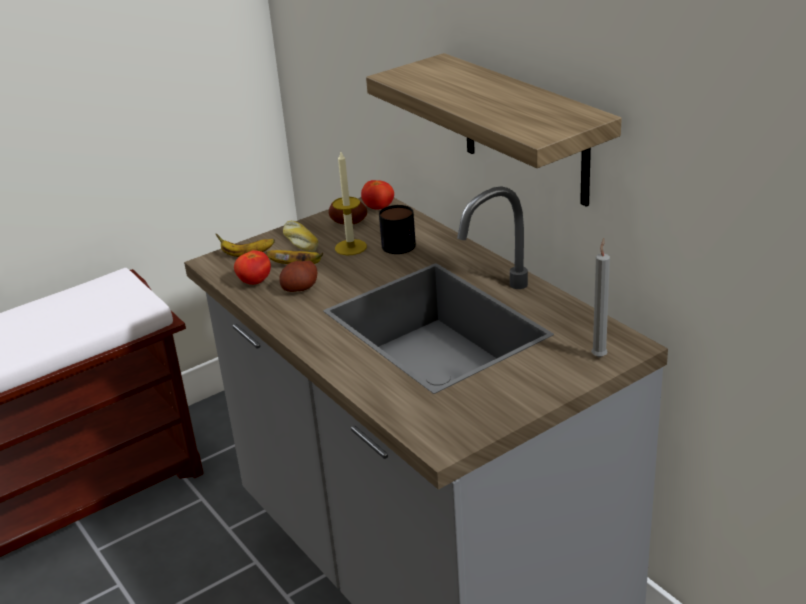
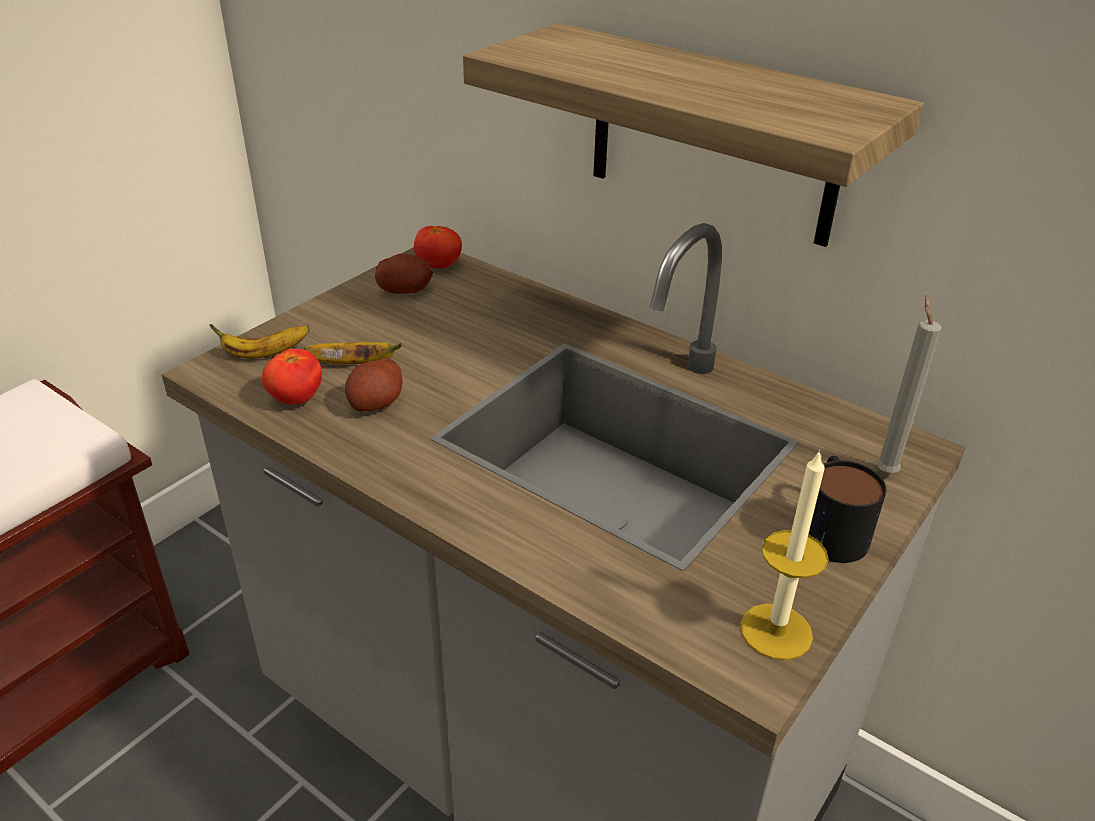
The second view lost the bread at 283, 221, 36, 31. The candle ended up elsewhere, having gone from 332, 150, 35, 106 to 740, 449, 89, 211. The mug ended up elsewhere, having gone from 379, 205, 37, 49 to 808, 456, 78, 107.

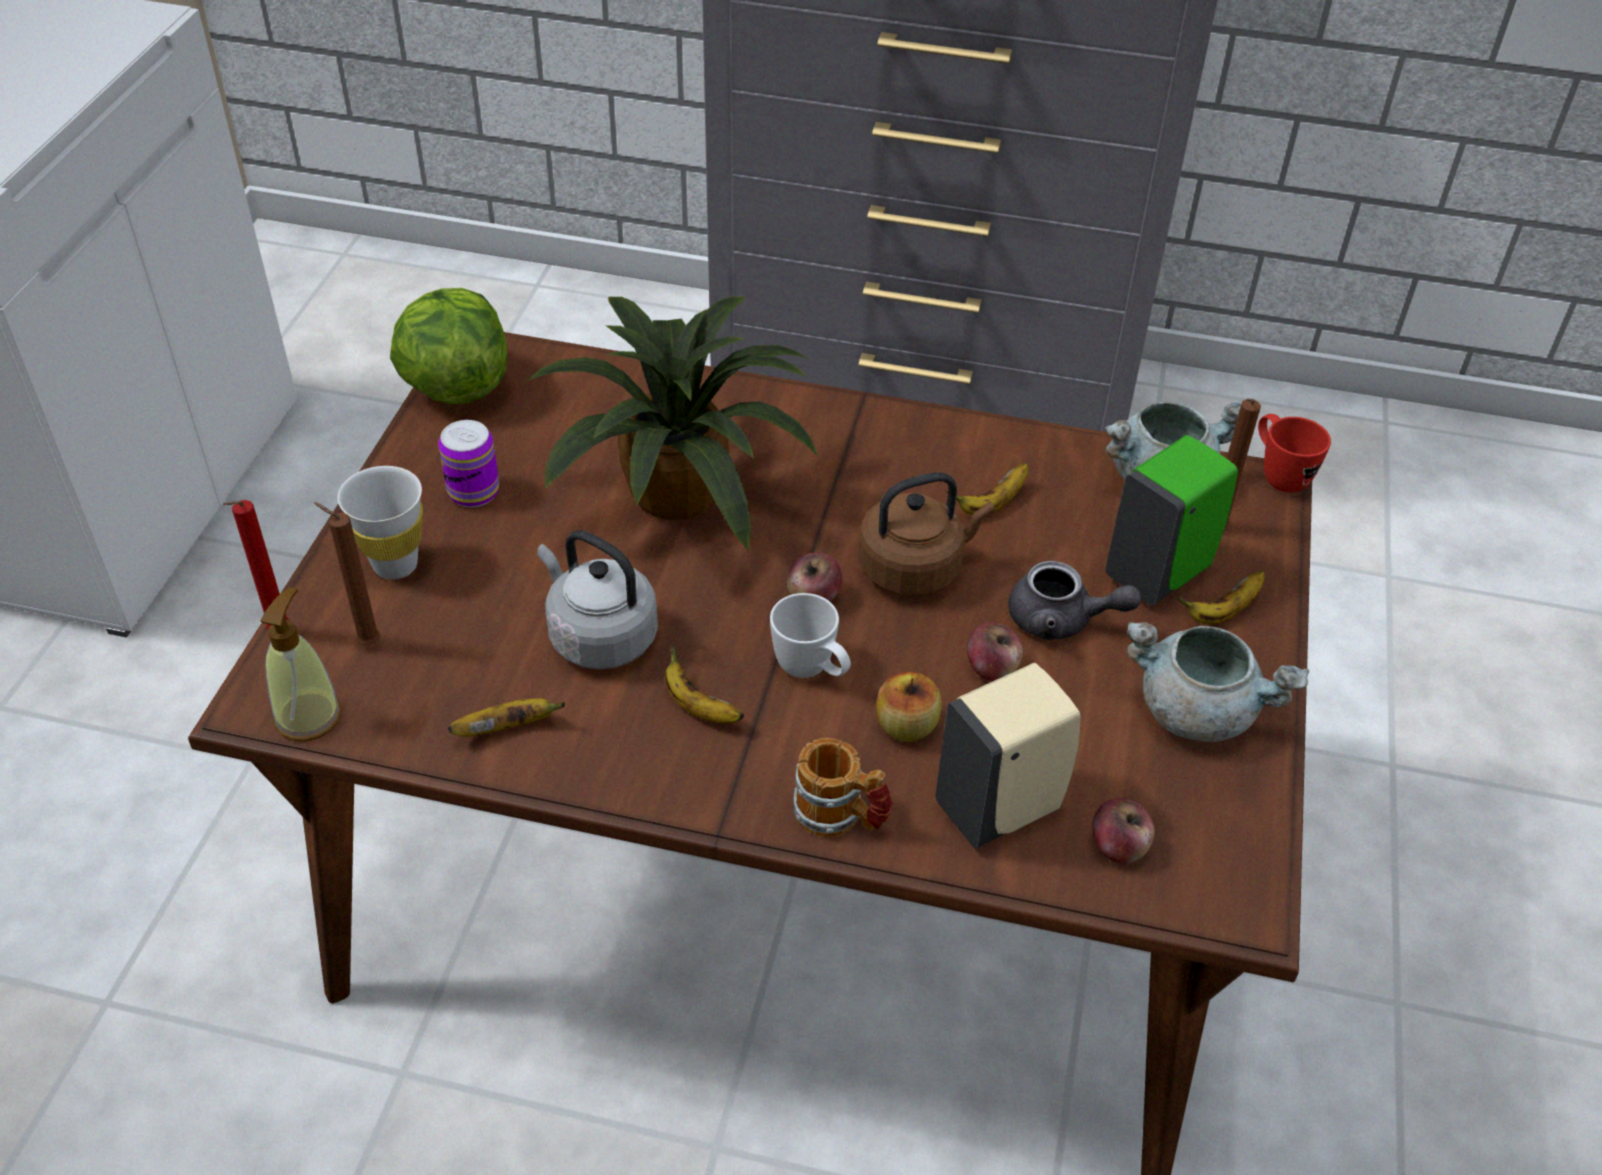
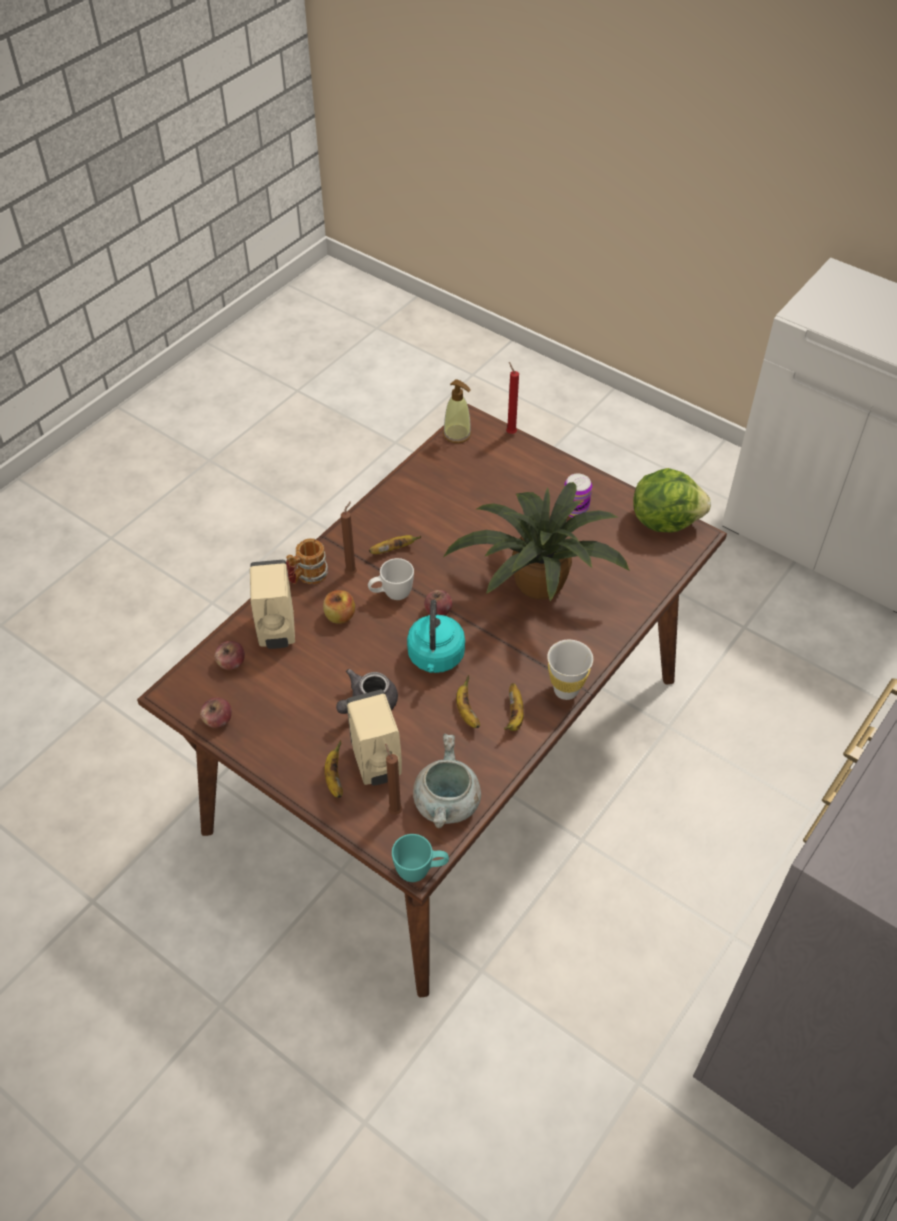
The second view lost the grey kettle at 537, 530, 121, 139. The second view lost the grey cooking pot at 1127, 622, 182, 120. The brown candle ended up elsewhere, having gone from 314, 502, 66, 144 to 341, 501, 16, 74. The white cup ended up elsewhere, having gone from 338, 466, 85, 114 to 547, 640, 46, 60. The banana ended up elsewhere, having gone from 448, 698, 118, 39 to 504, 683, 20, 48. The apple ended up elsewhere, having gone from 967, 622, 56, 59 to 200, 697, 32, 31. What was the brown kettle at 858, 472, 137, 125 turned into the turquoise kettle at 407, 599, 58, 74. What was the green soap dispenser at 1106, 435, 132, 171 turned into the beige soap dispenser at 346, 690, 56, 96. What was the red mug at 1258, 414, 73, 79 turned into the turquoise mug at 392, 834, 57, 48.

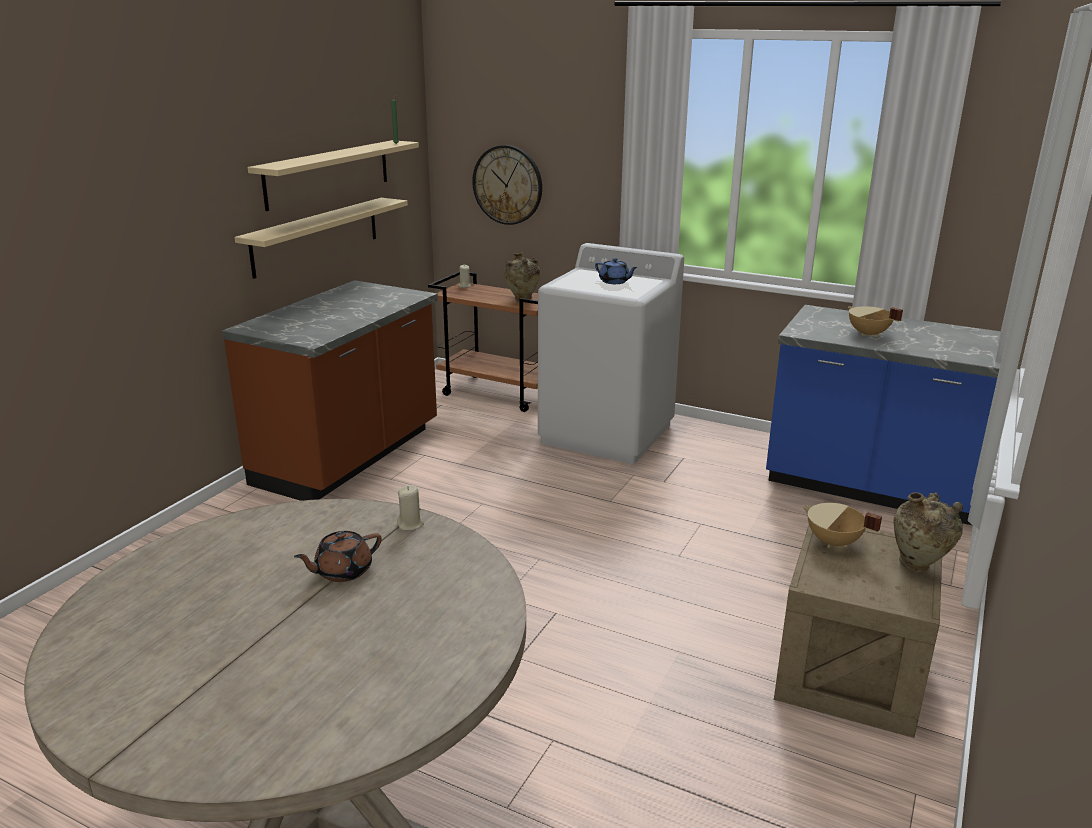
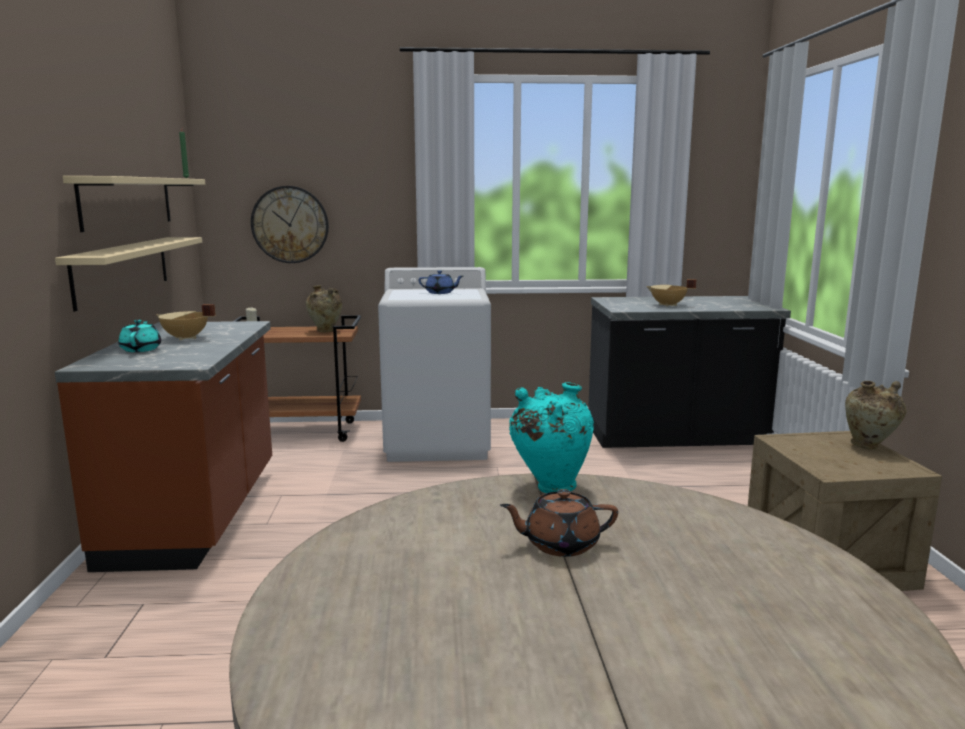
The second view gained the turquoise teapot at 118, 320, 43, 32. The beige cooking pot ended up elsewhere, having gone from 803, 503, 79, 45 to 157, 304, 59, 36. Where the beige candle stood at 397, 485, 27, 46, the turquoise vase came to stand at 509, 382, 85, 111. What was the blue counter at 766, 305, 235, 221 turned into the black counter at 588, 296, 203, 152. The brown teapot at 294, 531, 88, 51 ended up facing another way, 60 degrees clockwise from before.

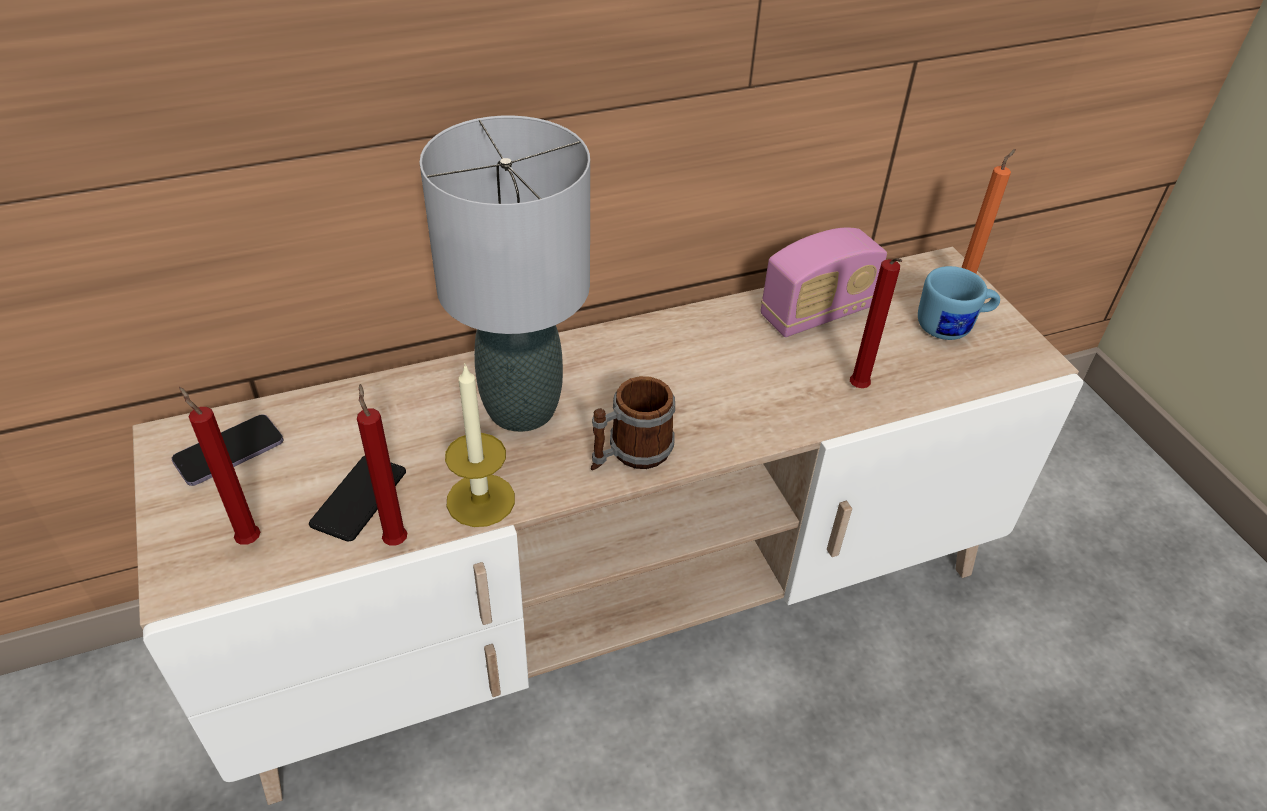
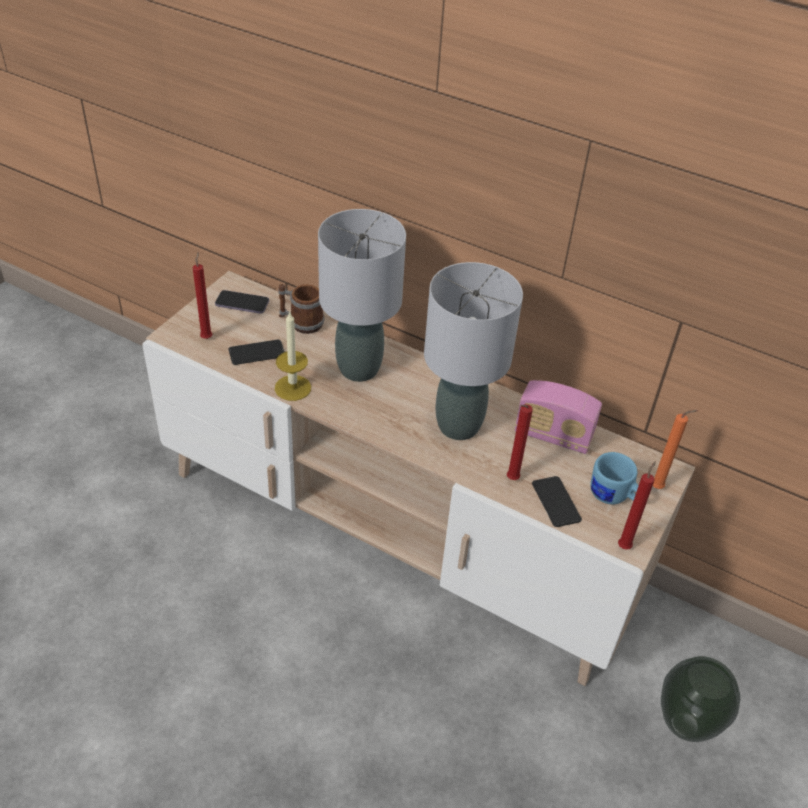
The second view gained the grey table lamp at 424, 262, 99, 178. The second view gained the phone at 532, 476, 50, 51. The second view gained the vase at 661, 656, 79, 86. The red candle ended up elsewhere, having gone from 357, 384, 50, 162 to 618, 461, 38, 89. The mug ended up elsewhere, having gone from 591, 376, 84, 94 to 278, 284, 46, 50.

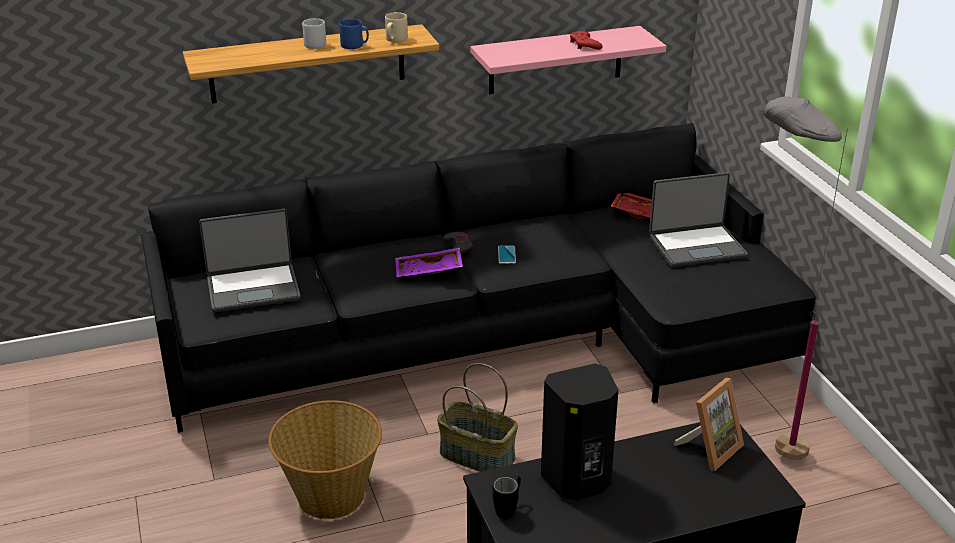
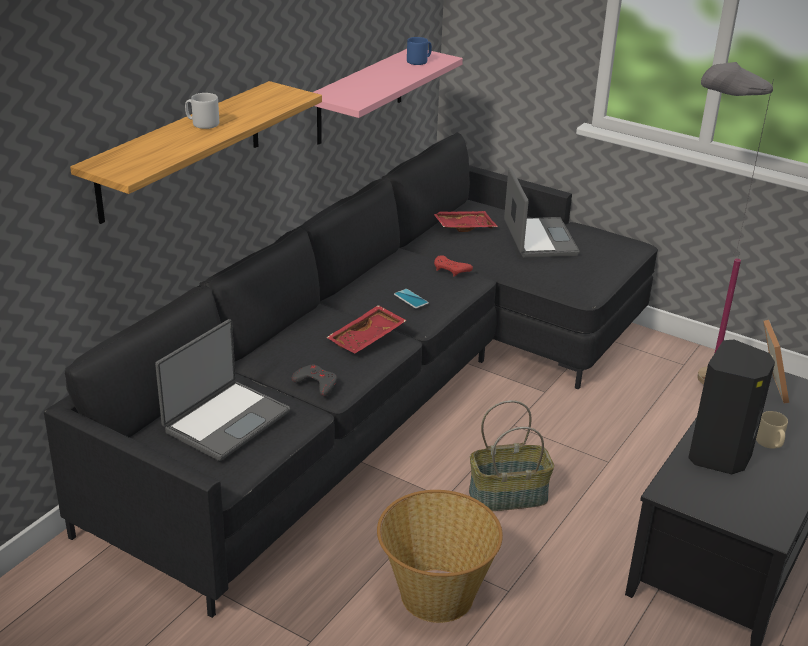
The second view lost the black mug at 492, 476, 29, 43. The blue mug ended up elsewhere, having gone from 339, 19, 30, 30 to 407, 37, 25, 28. The beige mug ended up elsewhere, having gone from 385, 12, 23, 30 to 756, 411, 32, 38. The grey game controller ended up elsewhere, having gone from 443, 232, 30, 22 to 291, 364, 46, 32. The red game controller ended up elsewhere, having gone from 570, 31, 33, 19 to 434, 255, 39, 21. What was the purple tray at 395, 247, 68, 30 turned into the red tray at 326, 305, 81, 49. The laptop at 649, 172, 99, 95 ended up facing another way, 45 degrees counterclockwise from before.

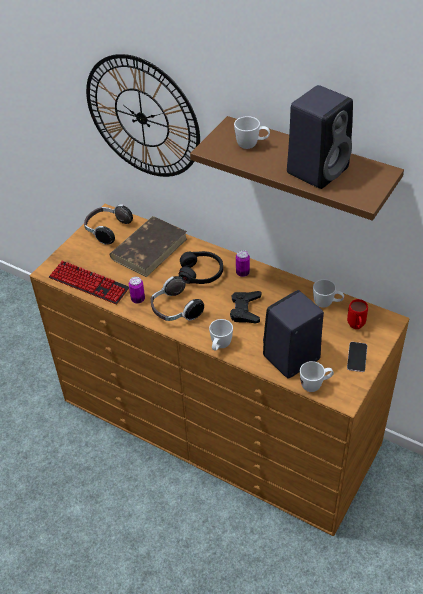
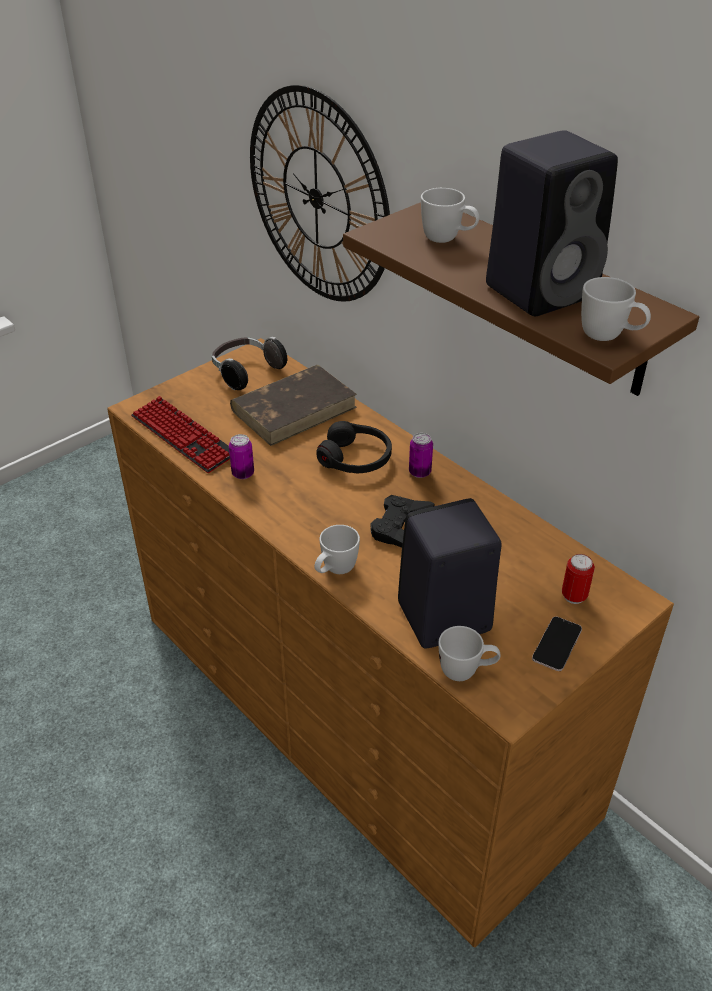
The second view lost the headphones at 151, 276, 53, 45. The white mug ended up elsewhere, having gone from 313, 279, 31, 29 to 581, 277, 70, 64. Where the red mug stood at 347, 299, 21, 30, the can came to stand at 562, 554, 33, 50.

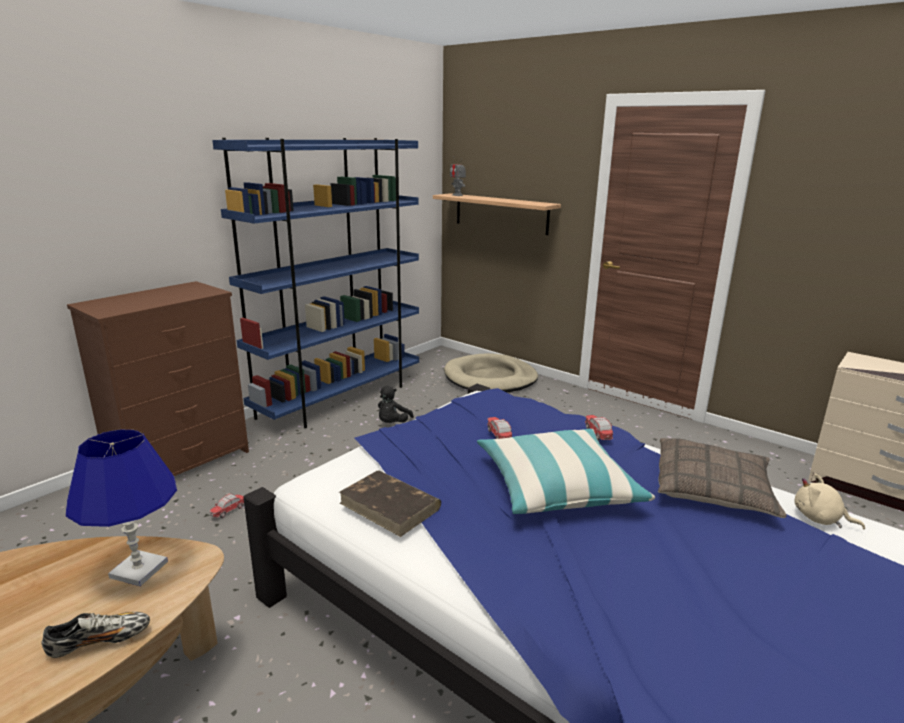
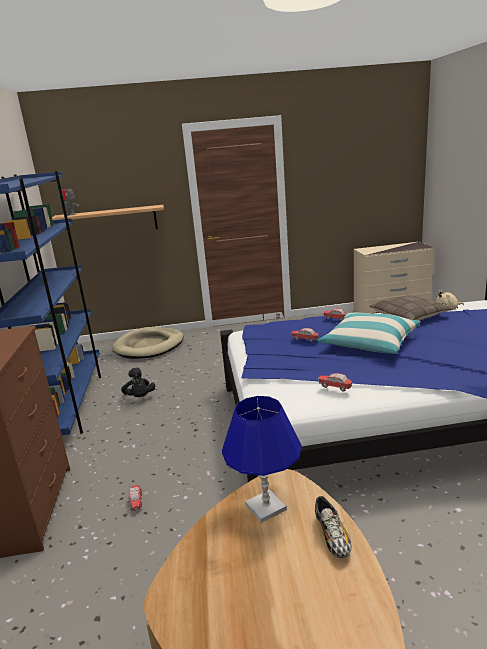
Where the brown book stood at 339, 470, 102, 67, the toy car came to stand at 318, 373, 34, 18. The shoe at 42, 612, 108, 46 ended up facing another way, 150 degrees clockwise from before.

